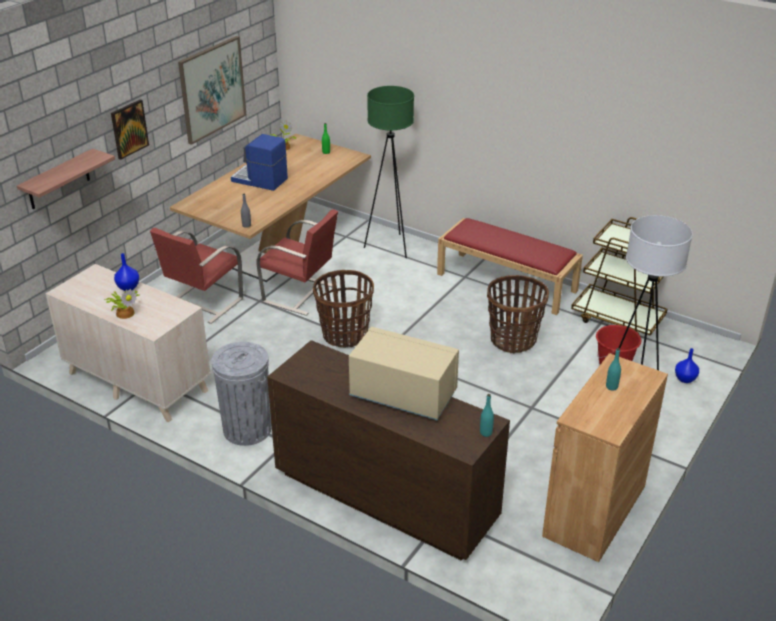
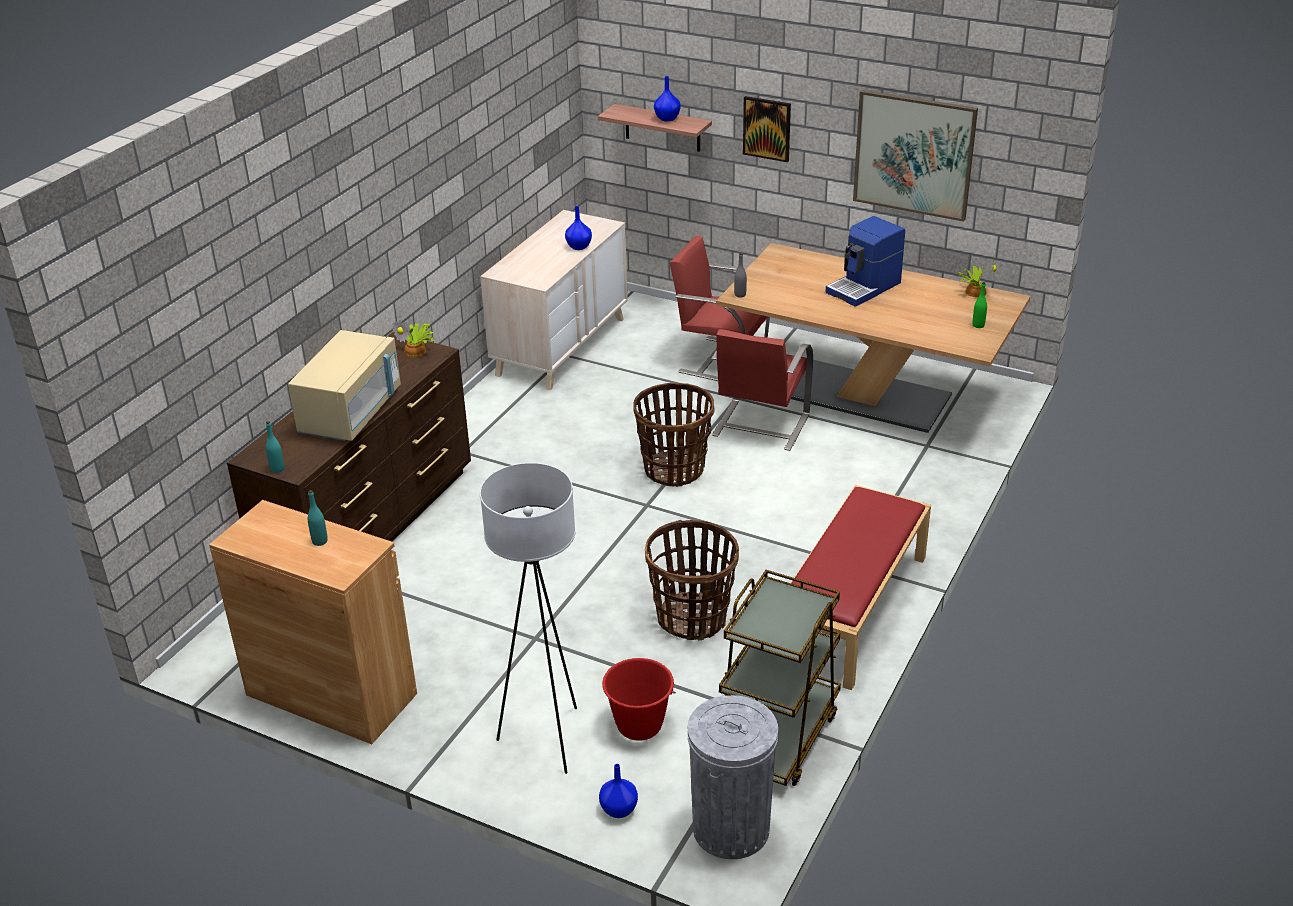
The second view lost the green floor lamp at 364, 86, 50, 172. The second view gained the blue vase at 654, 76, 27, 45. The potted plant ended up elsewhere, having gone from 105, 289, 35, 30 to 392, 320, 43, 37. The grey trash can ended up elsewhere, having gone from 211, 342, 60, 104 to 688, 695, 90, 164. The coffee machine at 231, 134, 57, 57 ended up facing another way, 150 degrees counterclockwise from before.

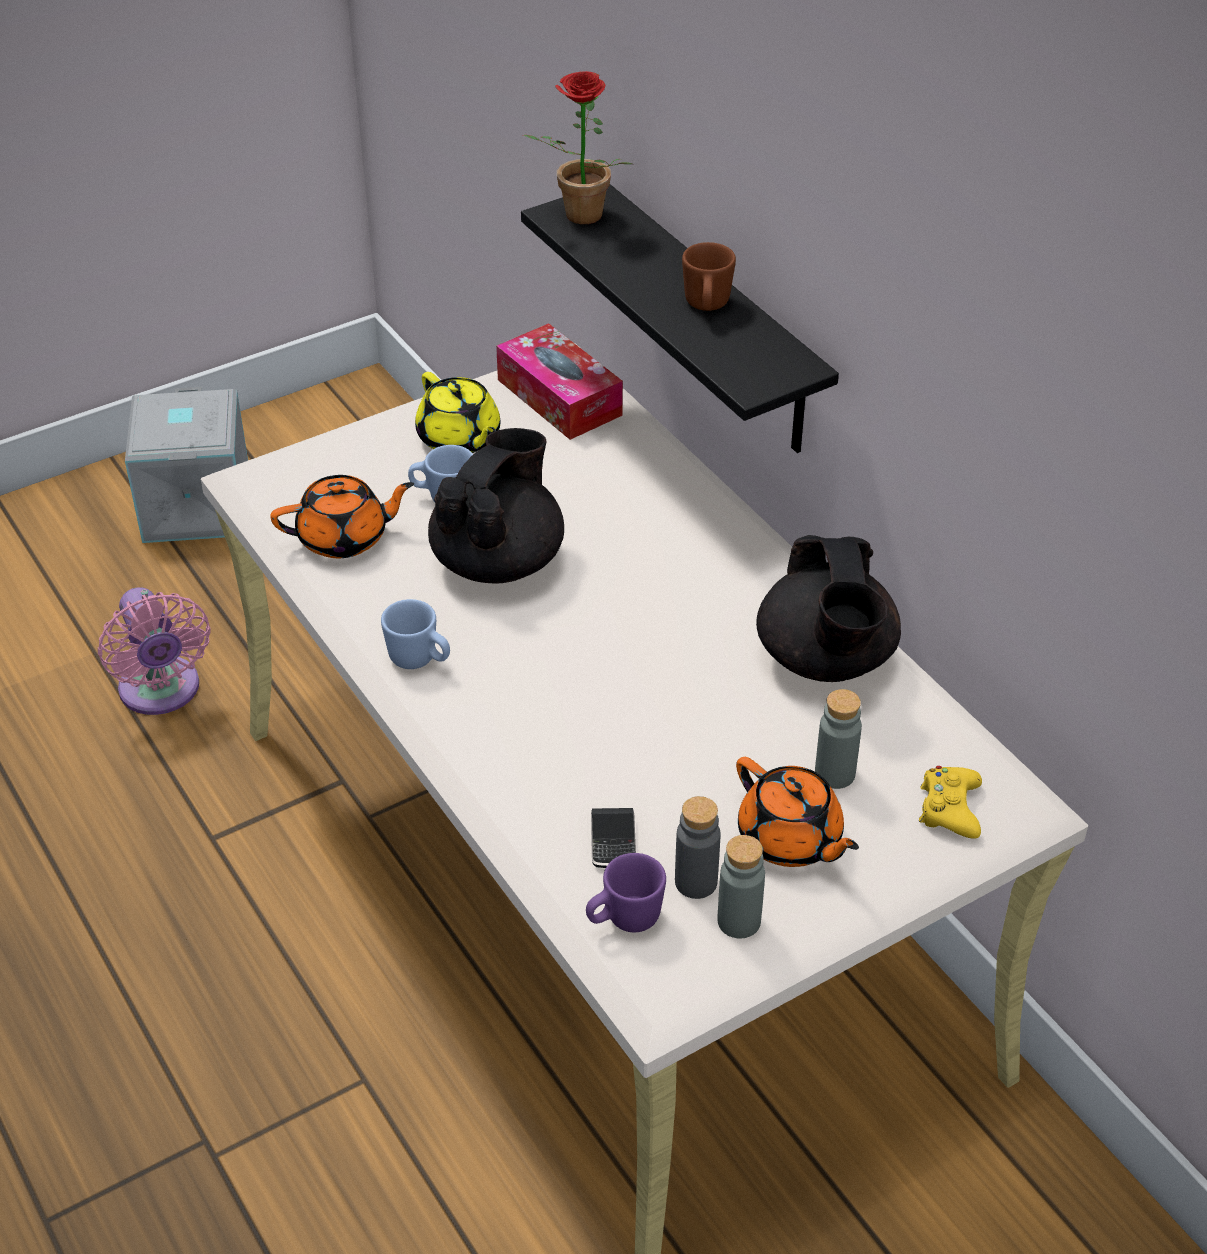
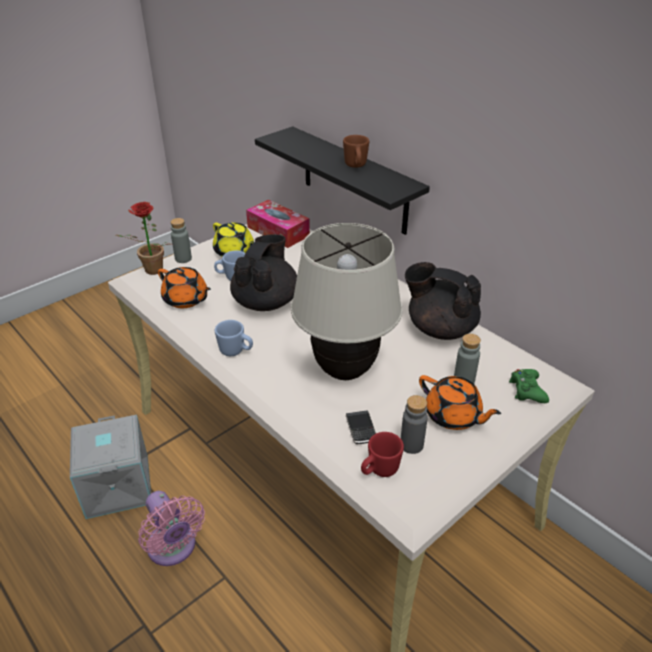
The second view gained the beige table lamp at 291, 223, 111, 157. The pink fan ended up elsewhere, having gone from 98, 587, 113, 128 to 138, 491, 67, 75. The grey storage box ended up elsewhere, having gone from 125, 387, 123, 156 to 70, 415, 81, 104. The potted plant ended up elsewhere, having gone from 524, 71, 108, 153 to 116, 202, 54, 73. The grey bottle ended up elsewhere, having gone from 718, 835, 47, 103 to 170, 218, 22, 45. What was the purple mug at 586, 853, 80, 79 turned into the red mug at 361, 432, 43, 45. What was the yellow game controller at 919, 766, 63, 73 turned into the green game controller at 509, 369, 40, 34. The orange teapot at 270, 475, 144, 83 ended up facing another way, 60 degrees clockwise from before. The black teapot at 756, 535, 145, 147 ended up facing another way, 135 degrees clockwise from before.

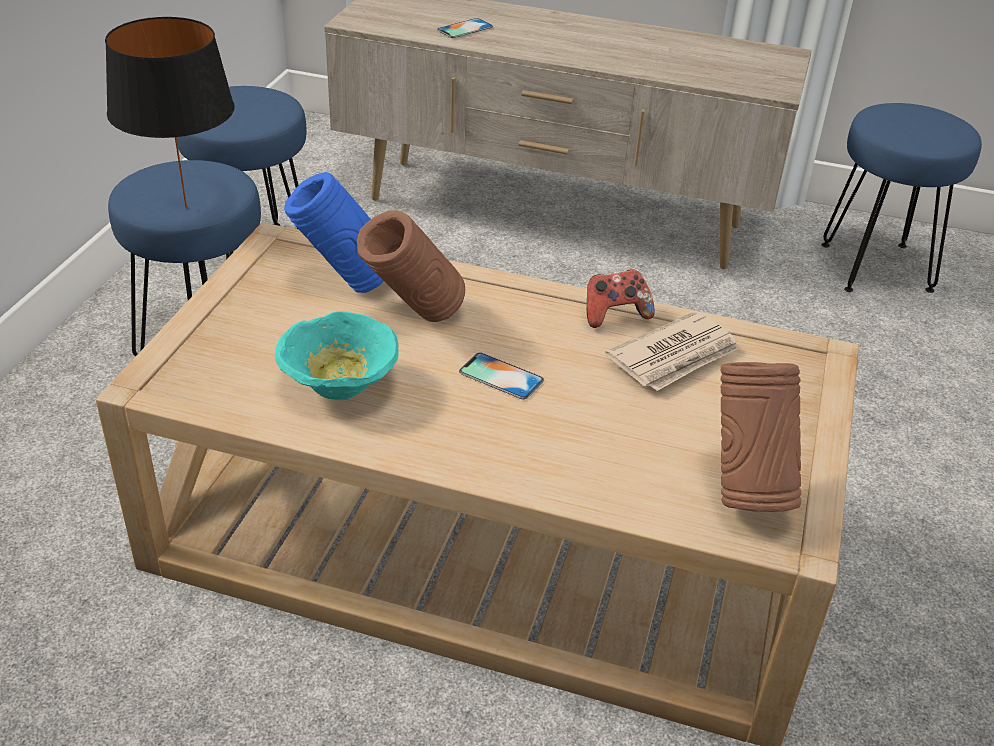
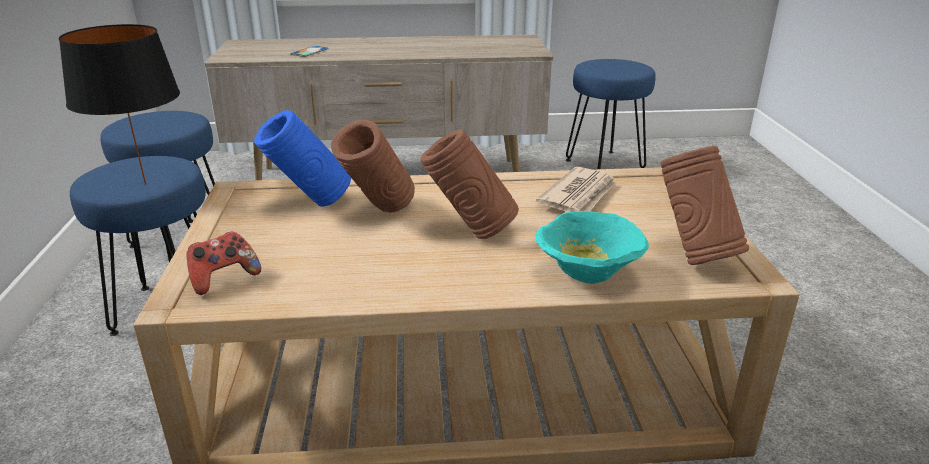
The turquoise bowl ended up elsewhere, having gone from 275, 311, 124, 89 to 535, 211, 114, 73. The game controller ended up elsewhere, having gone from 587, 269, 68, 59 to 186, 231, 75, 64. Where the phone stood at 459, 352, 85, 47, the brown vase came to stand at 420, 129, 99, 110.

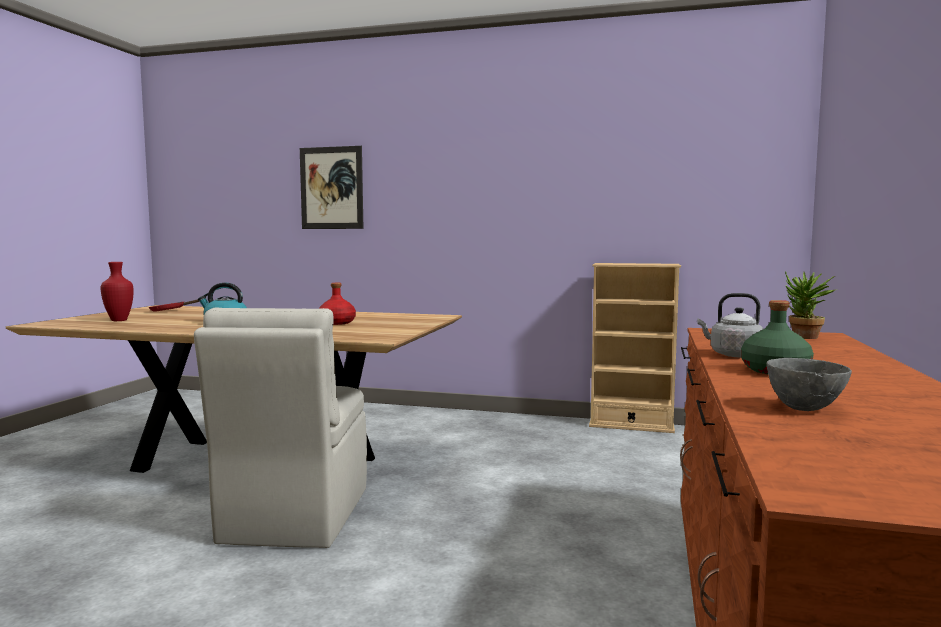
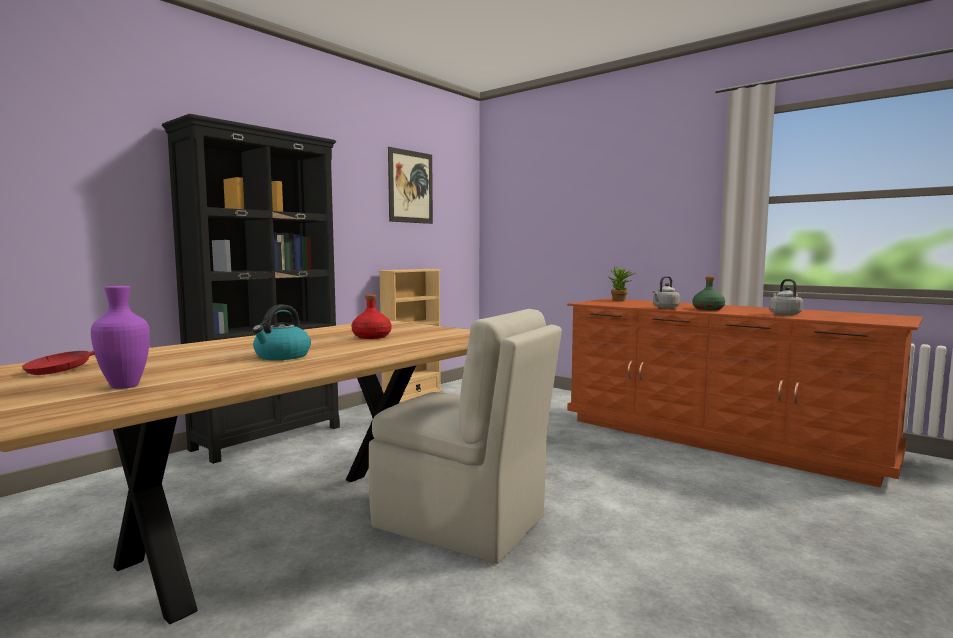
The second view gained the black bookcase at 162, 114, 178, 350. The picture ended up elsewhere, having gone from 300, 146, 64, 83 to 388, 147, 45, 77. Where the grey bowl stood at 767, 358, 85, 53, the grey kettle came to stand at 770, 279, 33, 36. What was the red vase at 101, 262, 33, 59 turned into the purple vase at 91, 286, 59, 103.

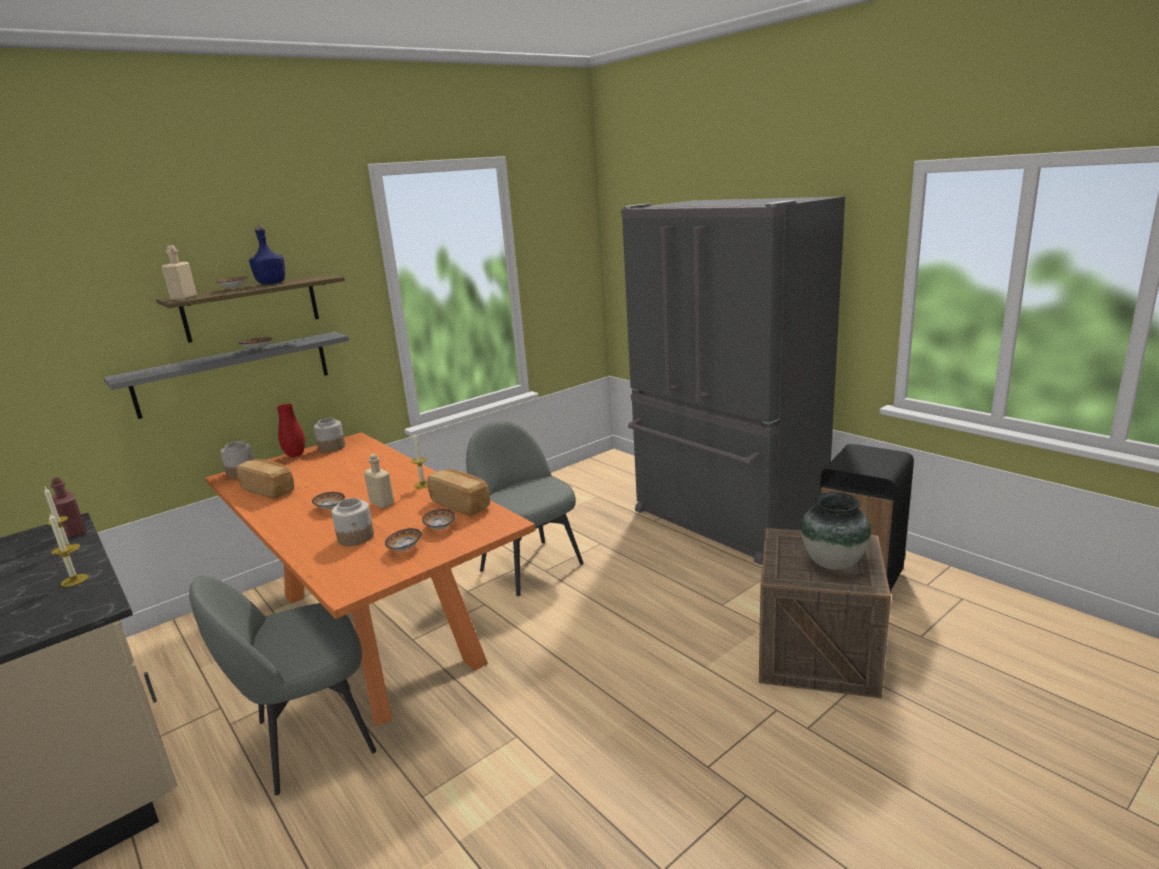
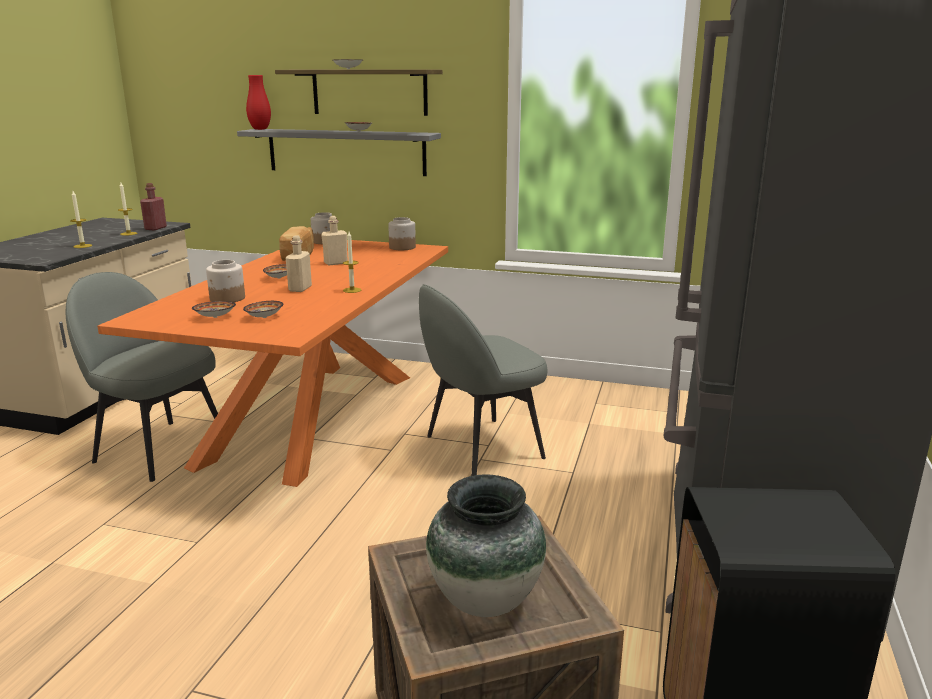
The second view lost the blue bottle at 249, 225, 36, 59. The second view lost the bread at 428, 469, 62, 47. The beige bottle ended up elsewhere, having gone from 162, 245, 35, 55 to 321, 216, 27, 50. The red vase ended up elsewhere, having gone from 277, 404, 28, 53 to 246, 75, 25, 55. The grey chair at 466, 421, 118, 175 ended up facing another way, 135 degrees counterclockwise from before.

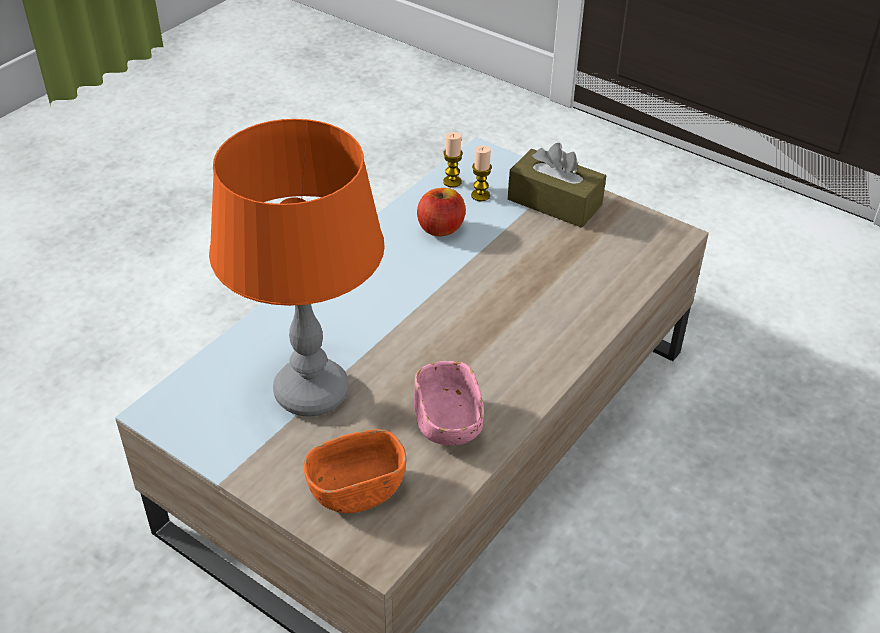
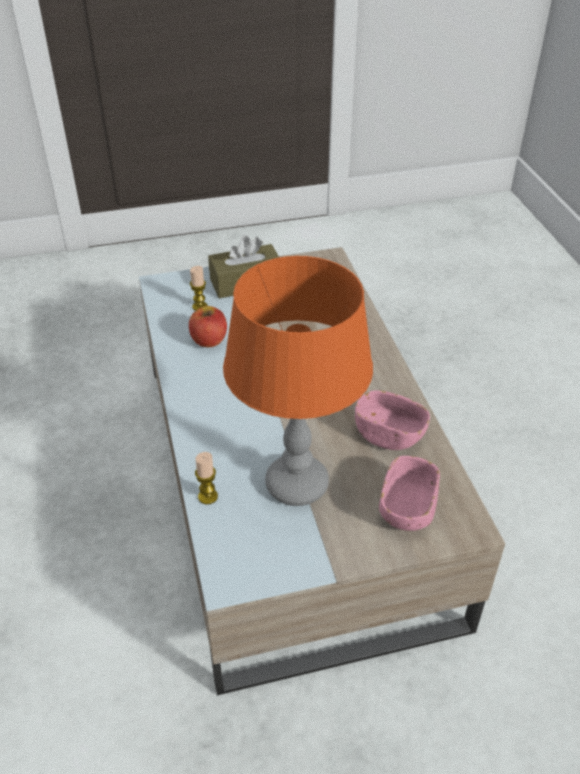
The candle ended up elsewhere, having gone from 443, 132, 20, 55 to 195, 452, 23, 53. What was the orange bowl at 304, 429, 102, 84 turned into the pink bowl at 379, 456, 61, 75.

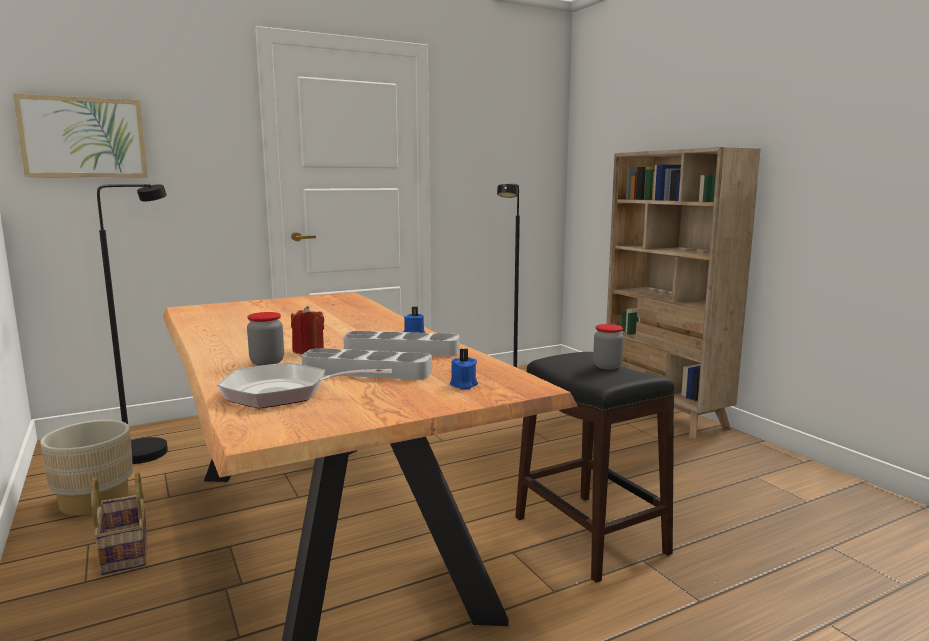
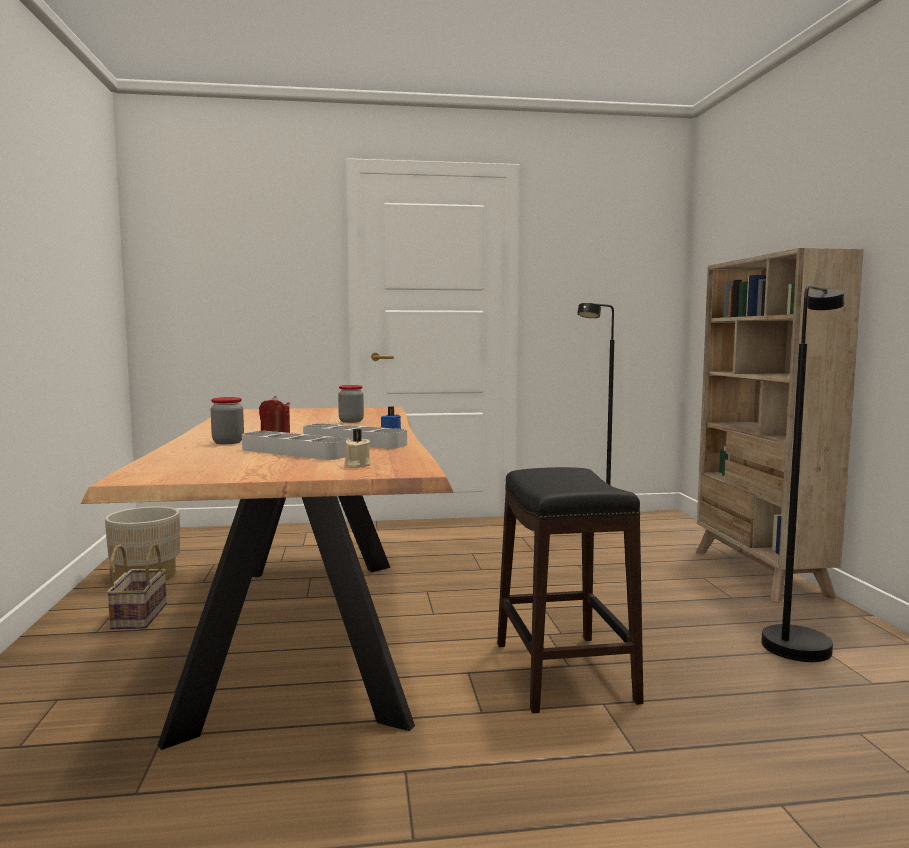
The second view lost the picture at 13, 93, 135, 84. The second view lost the frying pan at 217, 363, 175, 46. The black floor lamp ended up elsewhere, having gone from 97, 184, 71, 280 to 761, 285, 84, 377. The jar ended up elsewhere, having gone from 593, 324, 31, 46 to 338, 385, 26, 38. What was the blue candle at 450, 348, 28, 41 turned into the beige candle at 345, 429, 26, 39.

